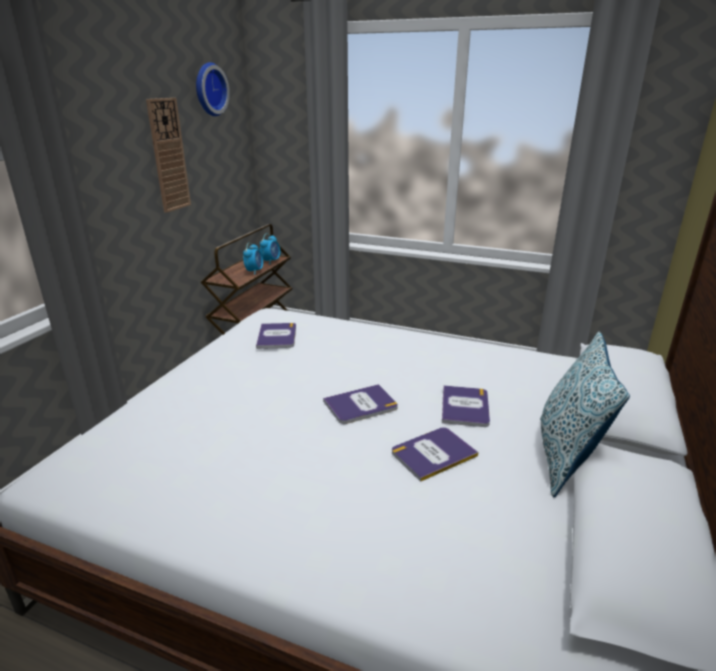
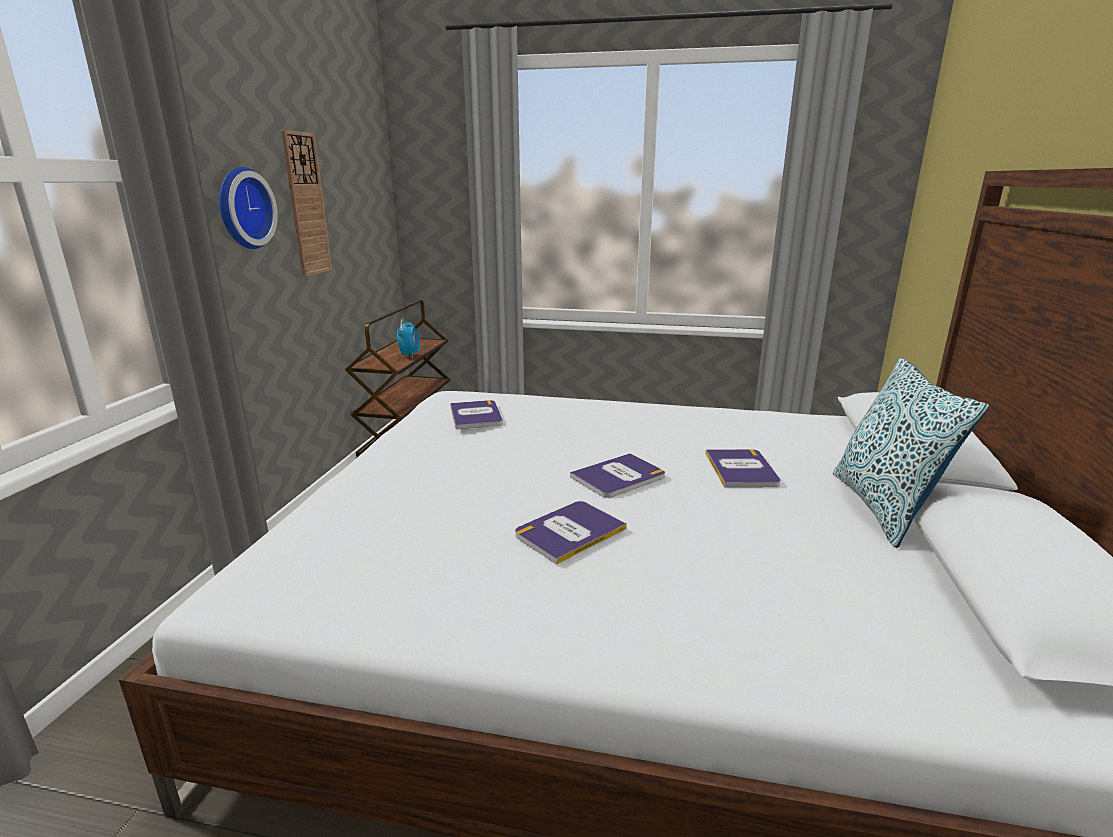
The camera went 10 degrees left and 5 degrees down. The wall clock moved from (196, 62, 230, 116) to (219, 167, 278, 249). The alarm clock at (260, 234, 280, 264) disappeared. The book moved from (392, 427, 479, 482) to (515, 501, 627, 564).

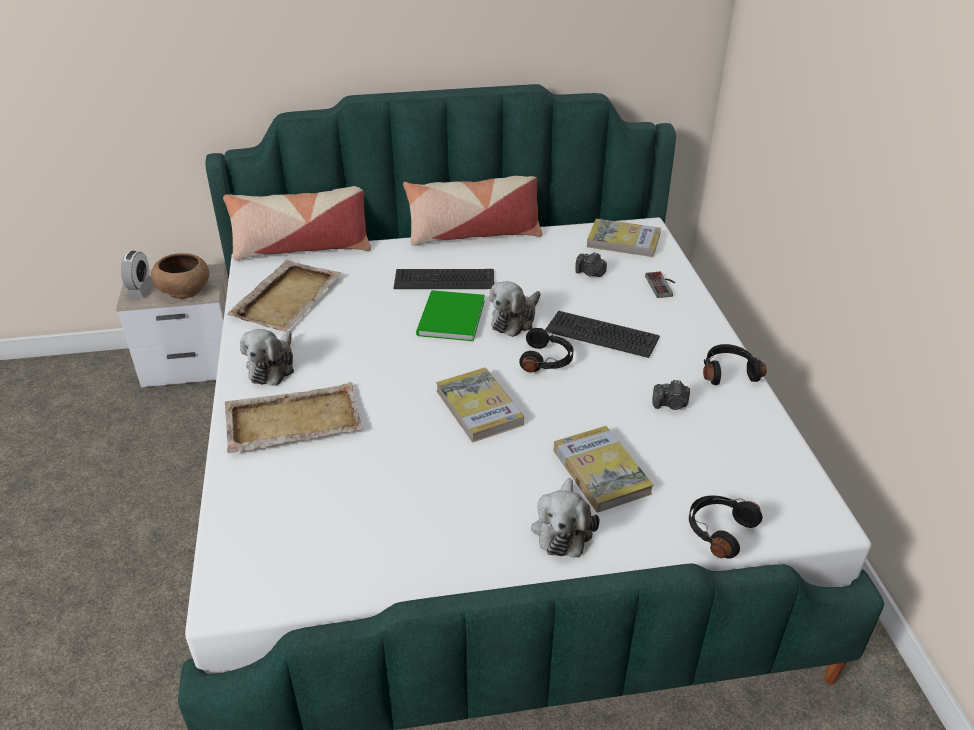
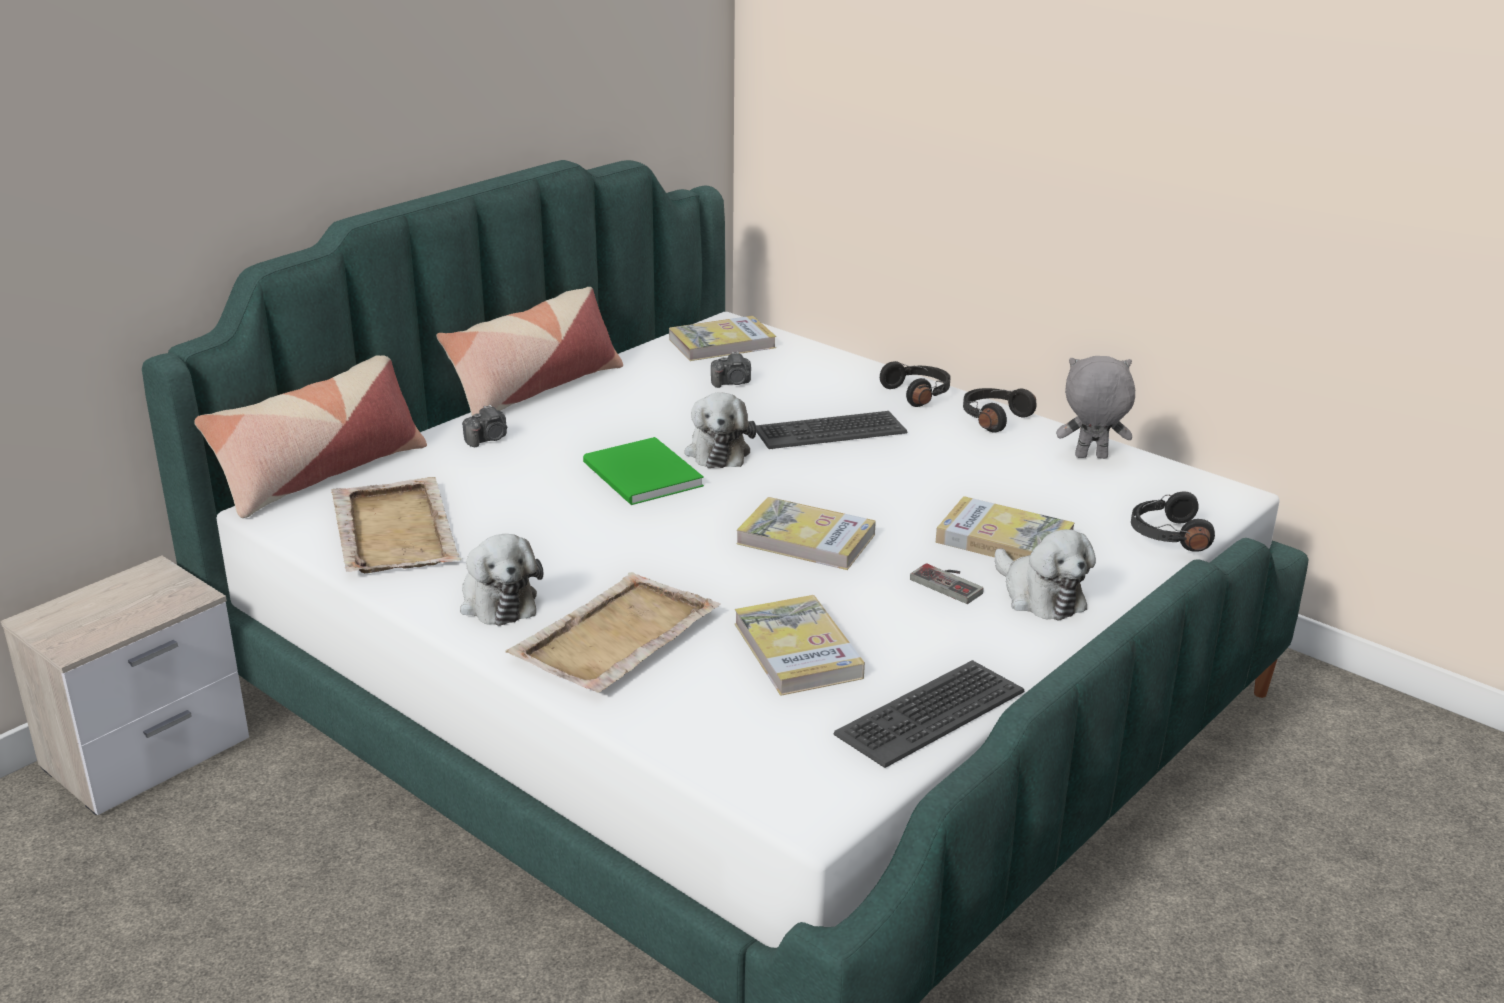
The camera went 40 degrees left and 10 degrees down. The alarm clock at (121, 251, 153, 298) disappeared. The brown bowl at (151, 253, 209, 299) disappeared. The keyboard moved from (393, 269, 494, 289) to (834, 660, 1024, 768). The black headphones moved from (519, 328, 573, 372) to (880, 361, 950, 407). The game controller moved from (645, 272, 675, 298) to (910, 563, 984, 604). The photo camera moved from (652, 380, 690, 410) to (462, 405, 507, 447). The book at (735, 595, 865, 696) appeared. The grey plush toy at (1056, 356, 1135, 459) appeared.

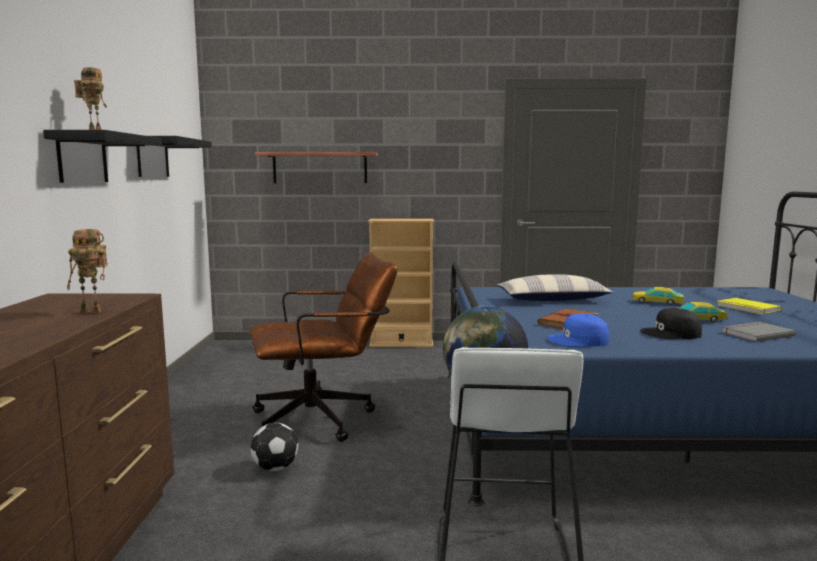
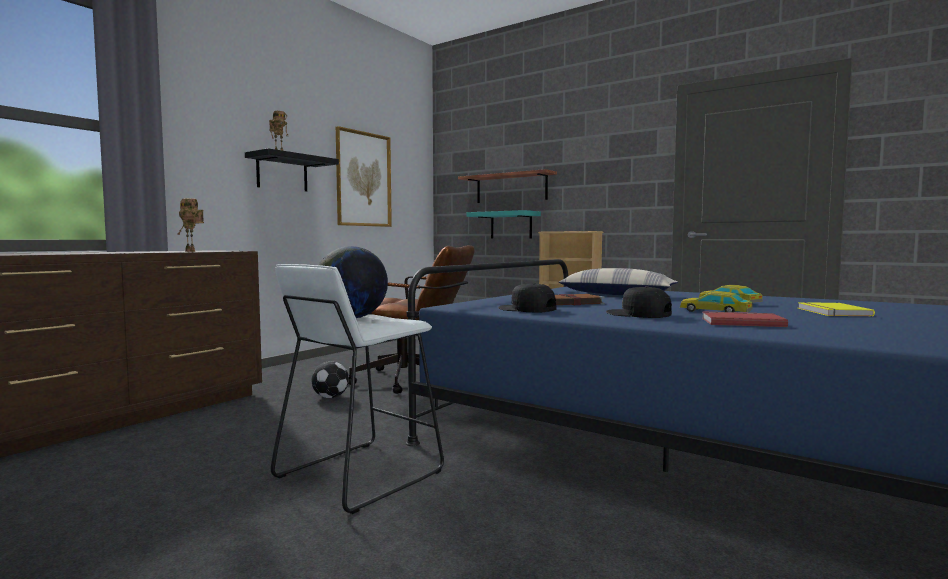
The camera went 35 degrees right and 5 degrees down. The black shelf at (137, 136, 212, 177) was replaced by the picture at (336, 126, 392, 227). The blue cap at (547, 314, 609, 347) became the black cap at (498, 283, 557, 312). The grey book at (722, 322, 796, 342) became the red book at (702, 311, 788, 327). The turquoise shelf at (467, 210, 541, 239) appeared.

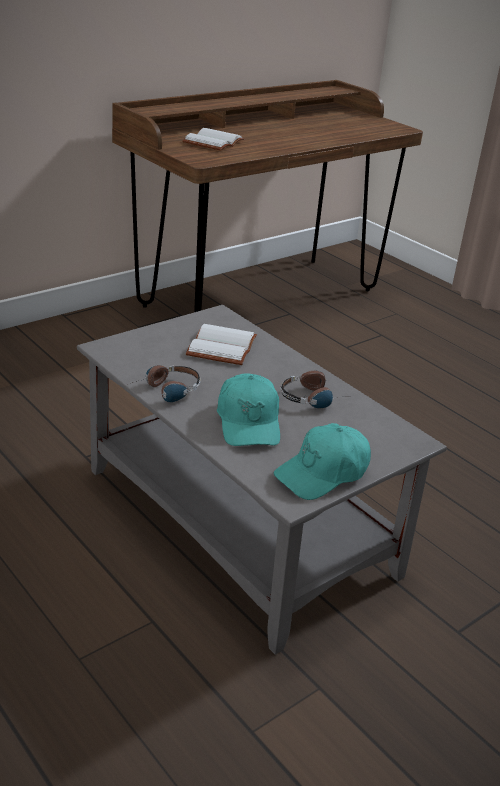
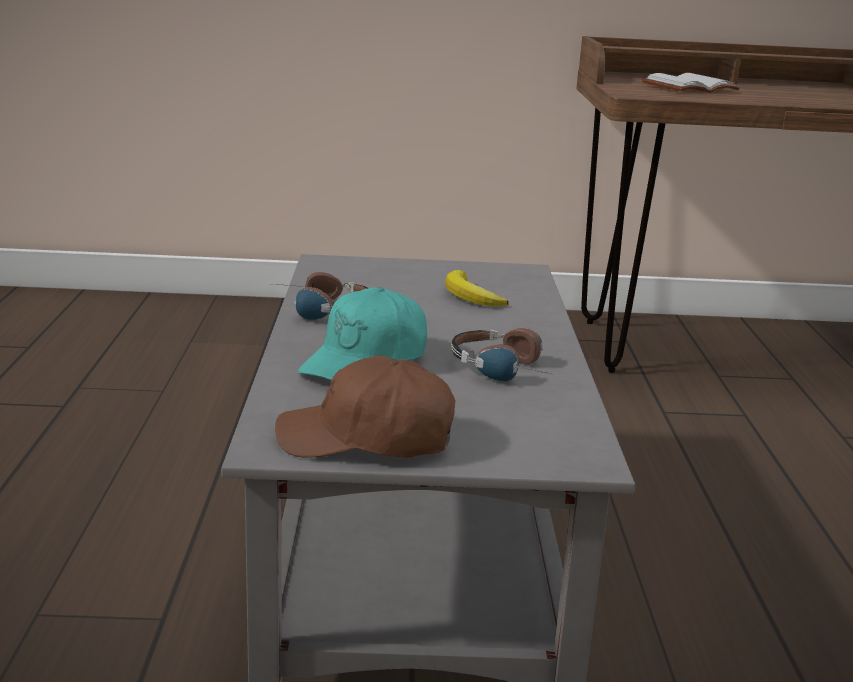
The camera went 40 degrees right and 10 degrees down. The white book at (186, 324, 257, 365) was replaced by the banana at (445, 270, 509, 306). The turquoise cap at (274, 423, 371, 500) became the brown cap at (275, 355, 455, 458).

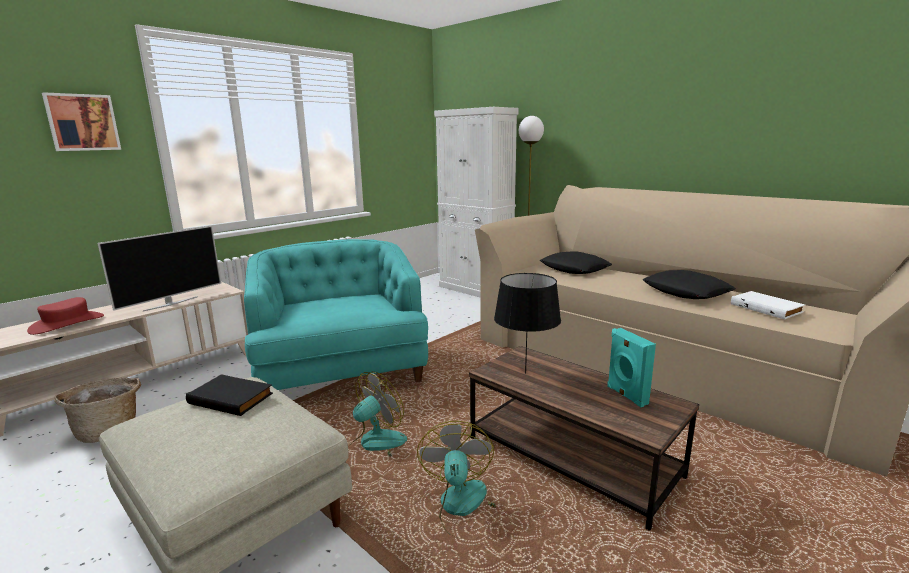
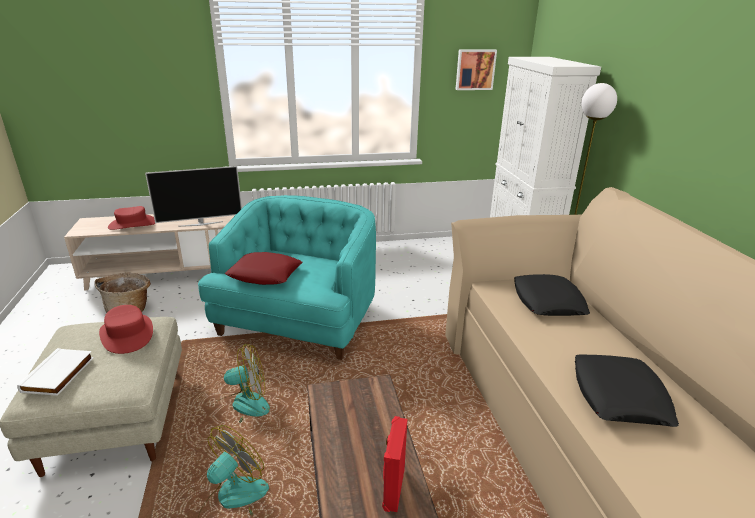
The camera went 35 degrees right and 10 degrees up. The picture moved from (42, 92, 121, 151) to (455, 49, 497, 90). The black book at (186, 374, 273, 416) was replaced by the red hat at (99, 305, 153, 354). The black table lamp at (494, 273, 561, 374) disappeared. The turquoise speaker at (607, 328, 656, 407) became the red speaker at (382, 416, 407, 512). The white book moved from (731, 291, 805, 319) to (17, 348, 94, 396). The red pillow at (225, 252, 302, 285) appeared.

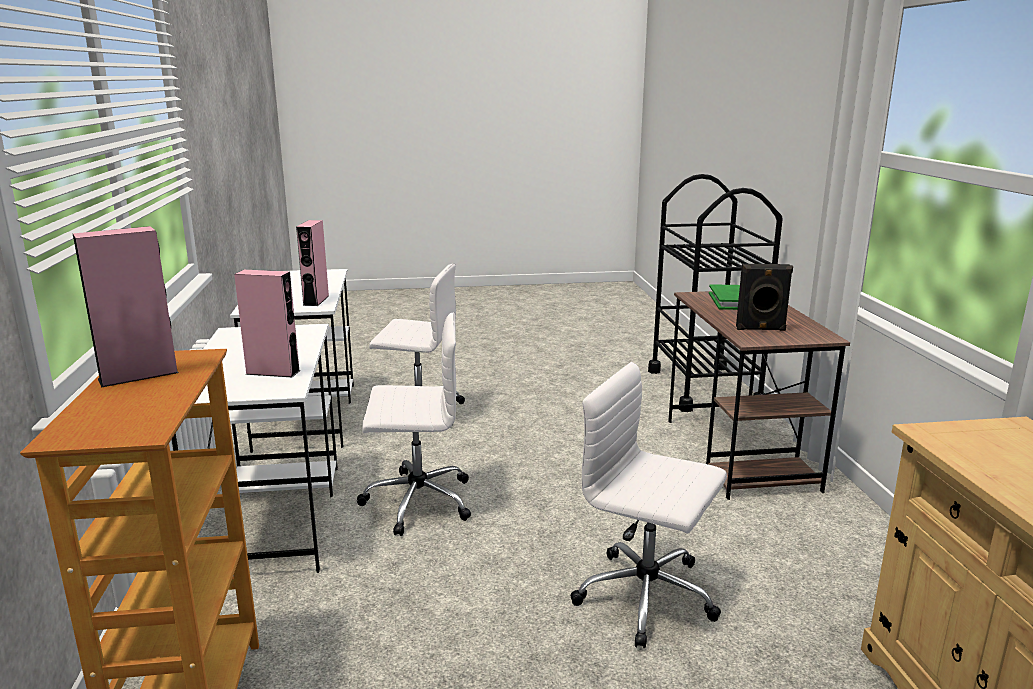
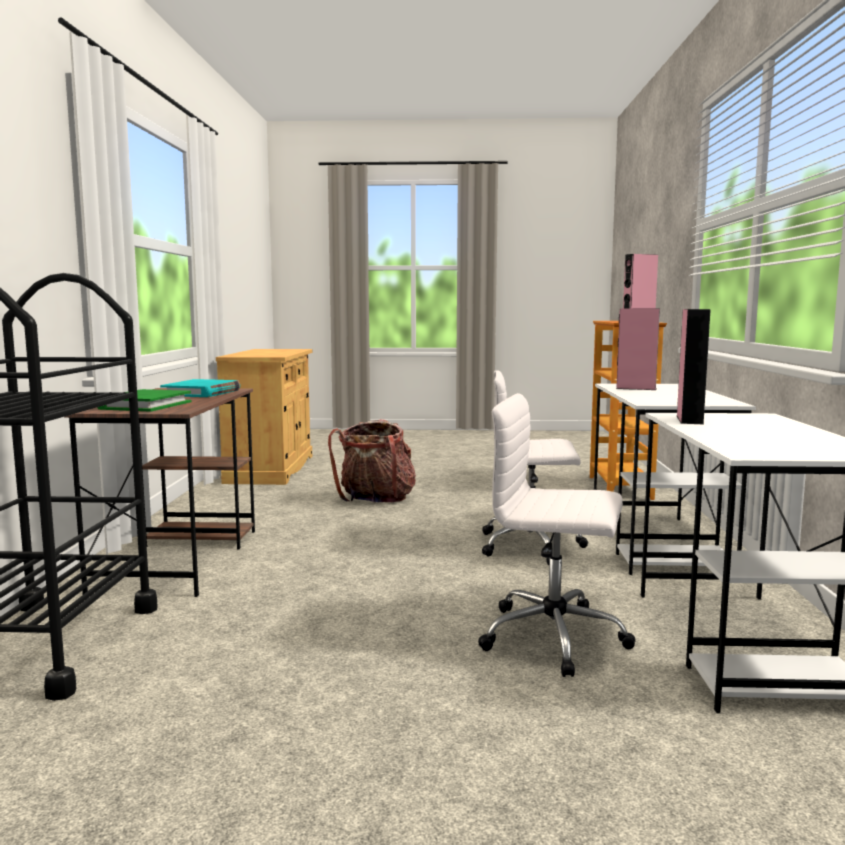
The camera went 170 degrees left and 10 degrees down. The white office chair at (570, 362, 727, 648) was replaced by the backpack at (328, 419, 416, 502). The black speaker at (736, 264, 793, 331) was replaced by the turquoise book at (160, 379, 240, 397).

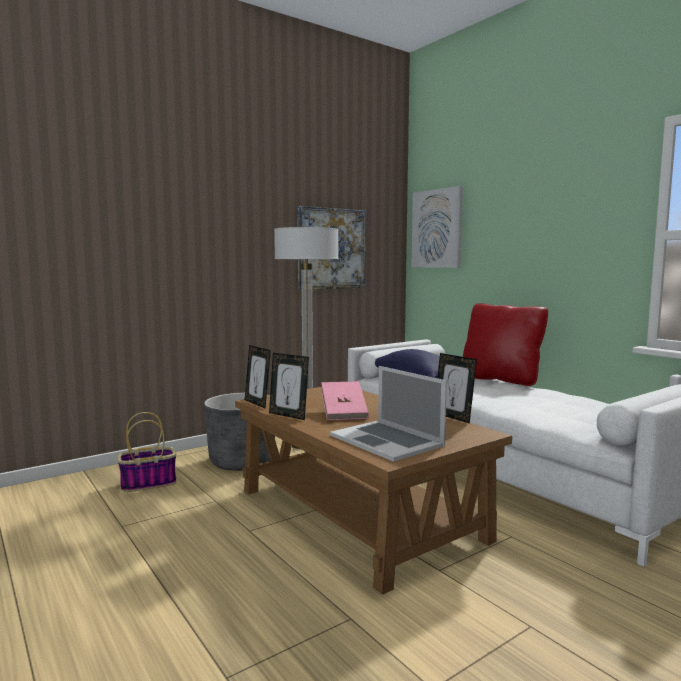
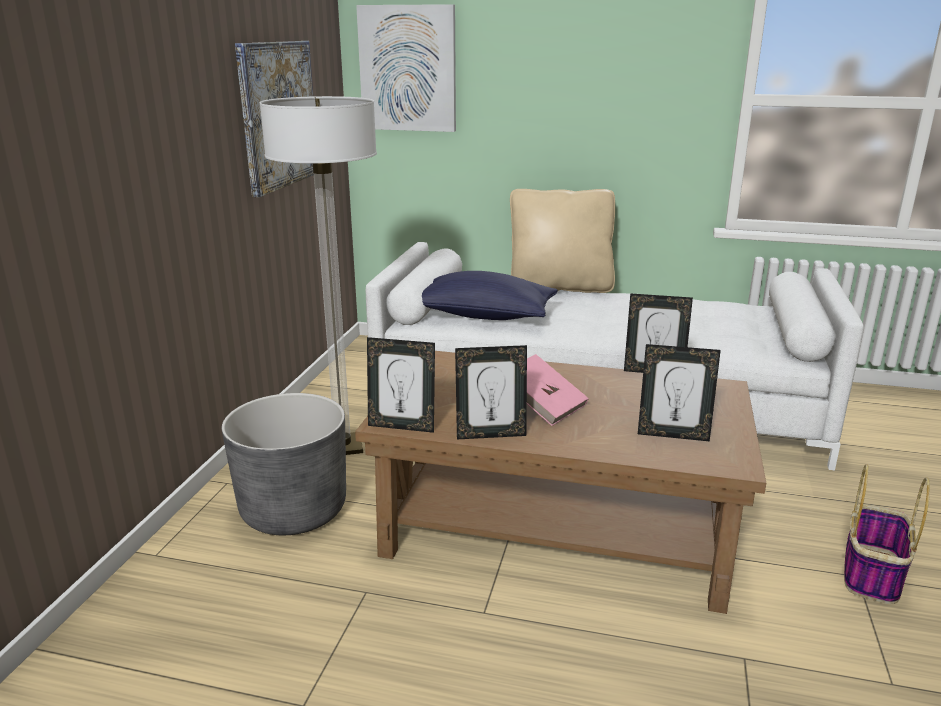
The camera went 40 degrees left and 15 degrees up. The basket moved from (118, 412, 176, 492) to (844, 464, 930, 604). The laptop at (330, 366, 447, 462) was replaced by the picture frame at (638, 344, 721, 441). The red pillow at (463, 303, 548, 386) became the beige pillow at (510, 189, 615, 293).

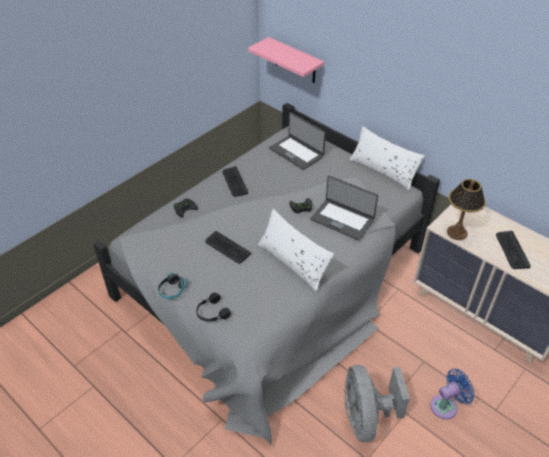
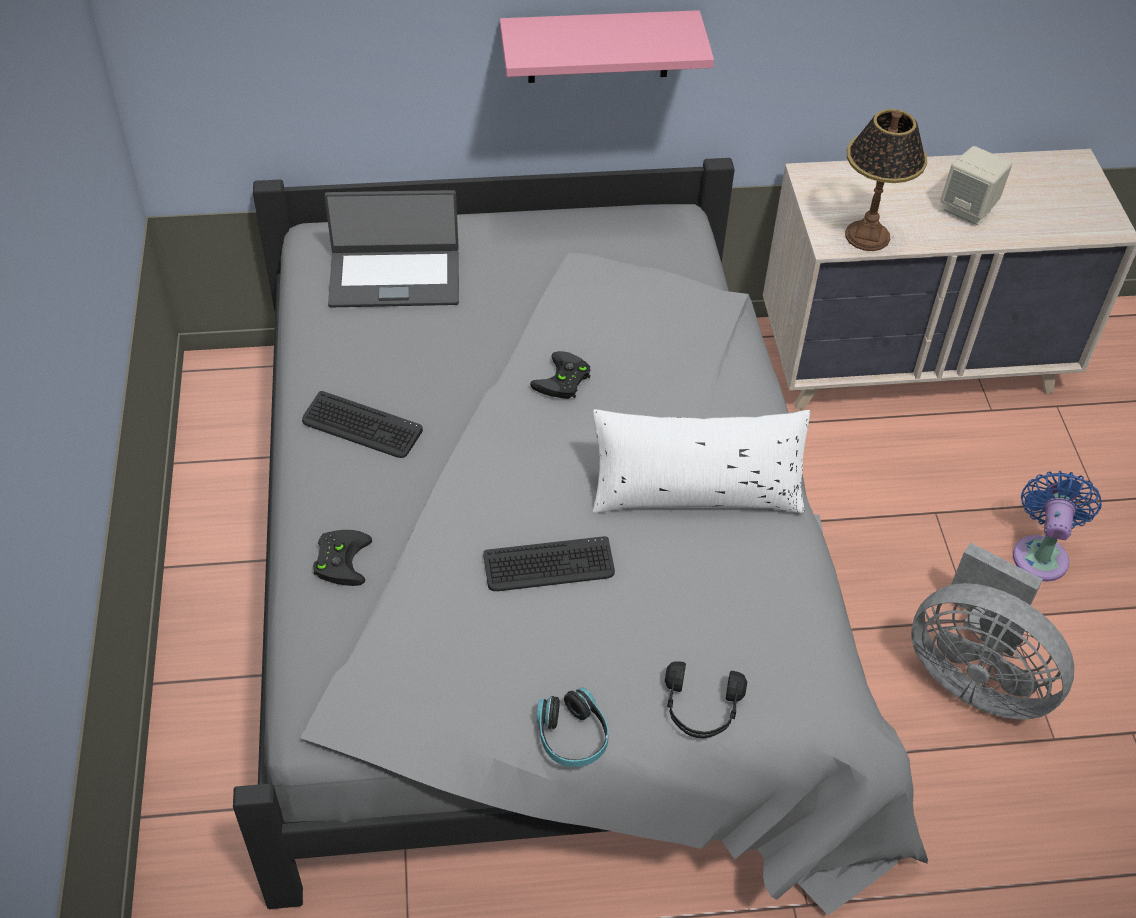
The camera went 50 degrees left and 5 degrees up. The pink shelf moved from (248, 37, 324, 83) to (500, 10, 714, 83). The laptop at (310, 176, 378, 240) disappeared. The white pillow at (349, 126, 425, 190) disappeared. The keyboard at (496, 231, 531, 269) was replaced by the beige speaker at (941, 146, 1012, 225).

